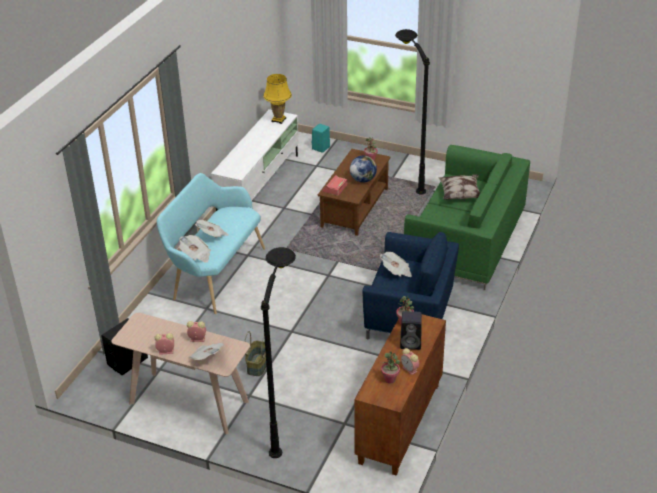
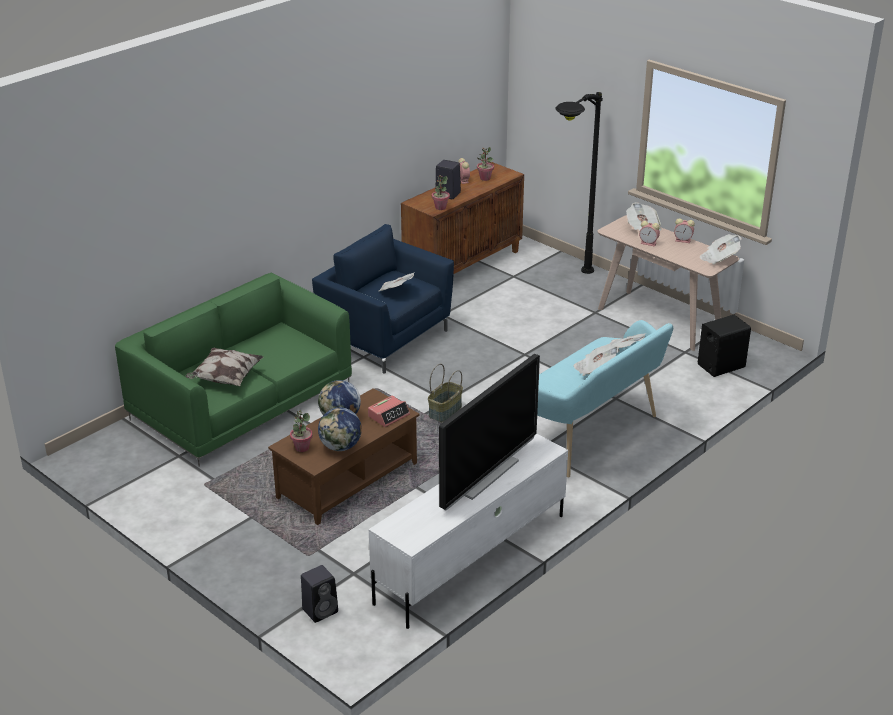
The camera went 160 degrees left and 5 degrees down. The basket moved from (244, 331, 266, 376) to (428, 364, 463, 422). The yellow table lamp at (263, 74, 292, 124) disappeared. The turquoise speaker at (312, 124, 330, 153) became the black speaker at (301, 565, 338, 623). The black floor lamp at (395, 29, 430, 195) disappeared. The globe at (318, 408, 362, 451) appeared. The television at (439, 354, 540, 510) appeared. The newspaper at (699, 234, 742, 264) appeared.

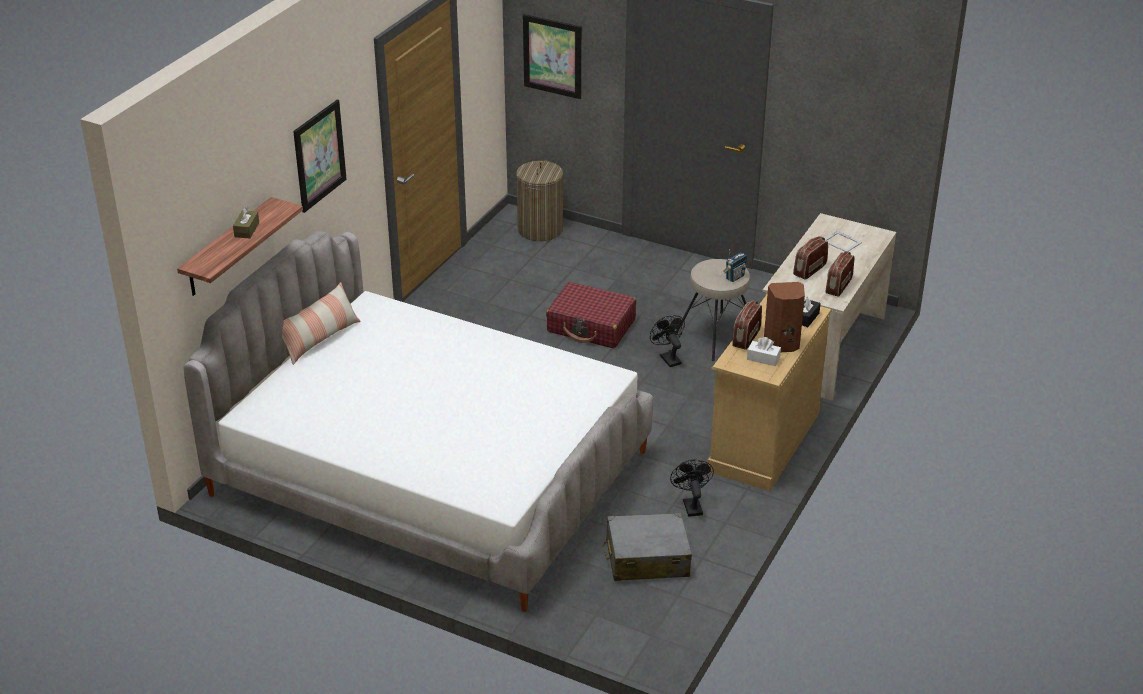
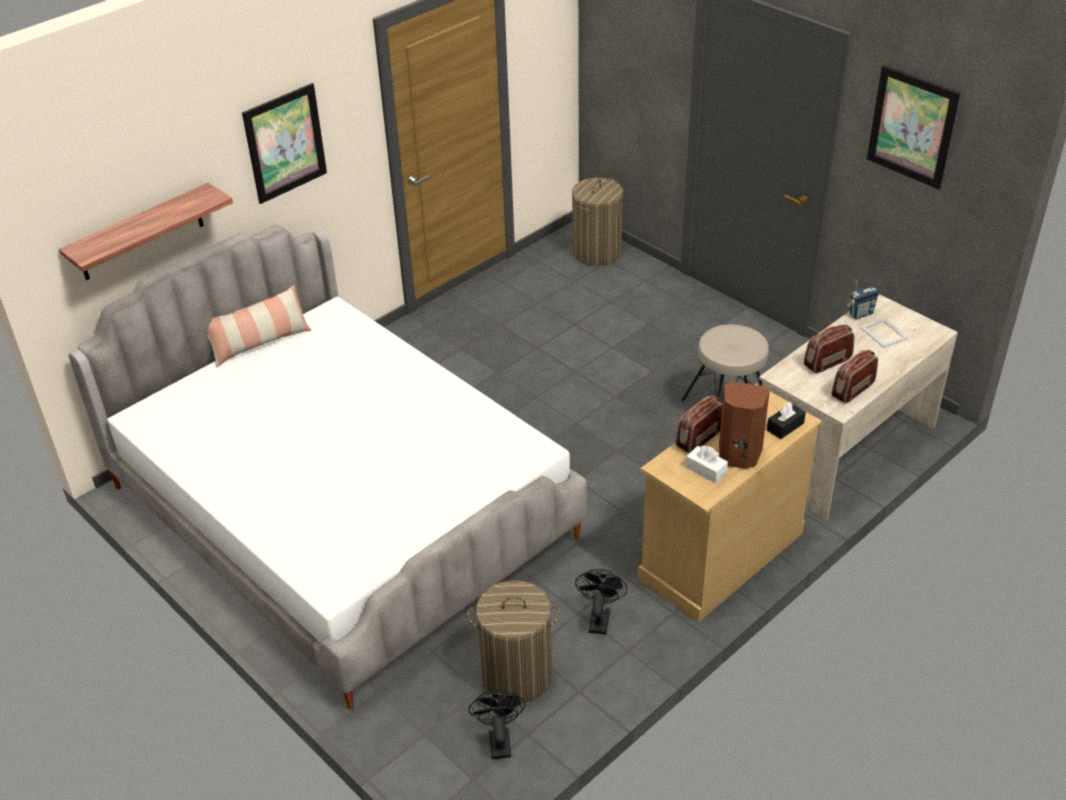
The camera went 20 degrees right and 5 degrees up. The brown tissue box at (233, 206, 259, 238) disappeared. The picture moved from (523, 14, 582, 99) to (867, 65, 960, 189). The red suitcase at (546, 282, 636, 348) disappeared. The grey suitcase at (603, 513, 692, 581) was replaced by the laundry basket at (467, 580, 560, 703). The black fan moved from (650, 315, 685, 367) to (468, 689, 526, 759). The radio moved from (723, 249, 747, 282) to (847, 281, 879, 320).

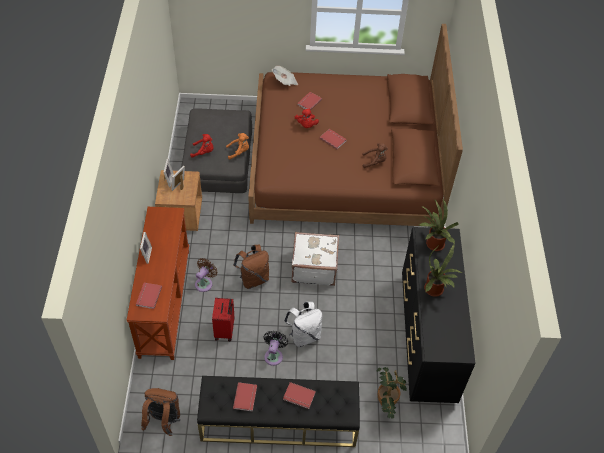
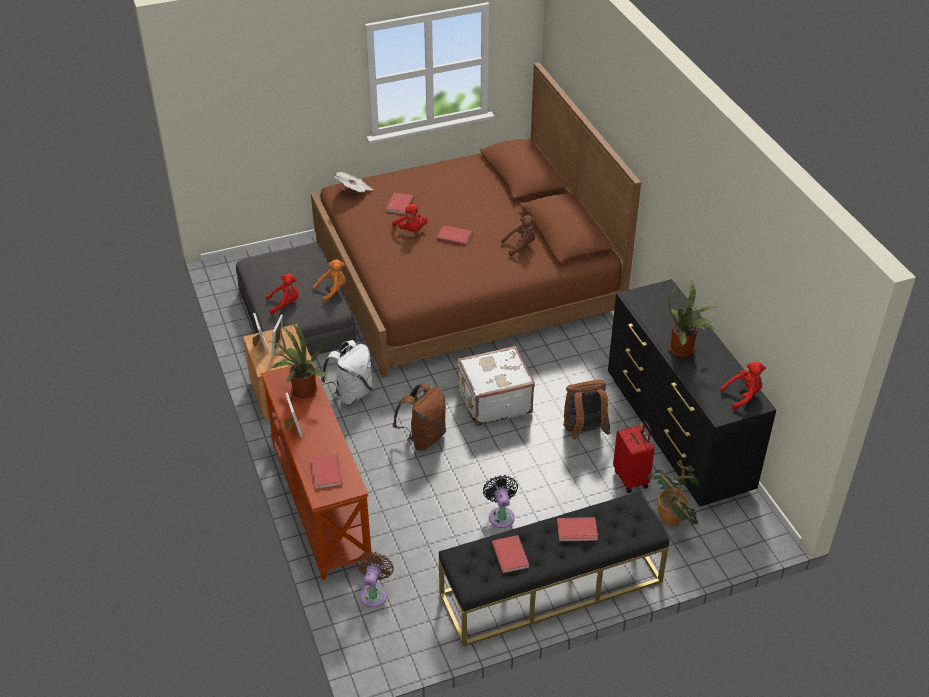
The camera went 20 degrees left and 10 degrees down. The brown backpack moved from (141, 388, 180, 436) to (563, 380, 611, 440). The brown fan moved from (195, 258, 218, 292) to (357, 552, 394, 607). The red suitcase moved from (212, 298, 235, 341) to (613, 421, 655, 493). The white backpack moved from (284, 302, 322, 347) to (321, 340, 373, 406). The potted plant moved from (419, 199, 459, 251) to (267, 322, 327, 399). The red plush toy at (720, 361, 766, 409) appeared.

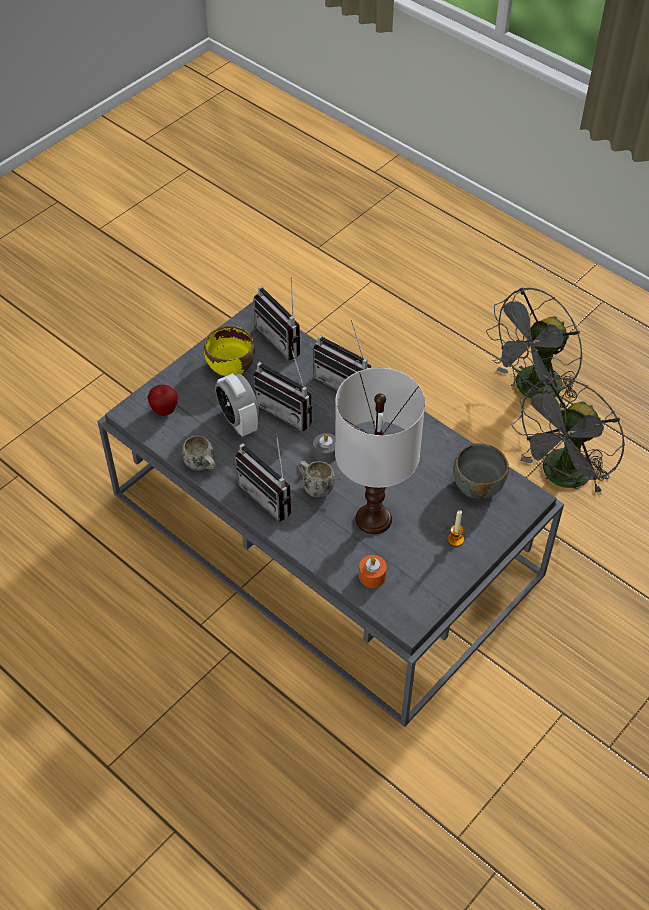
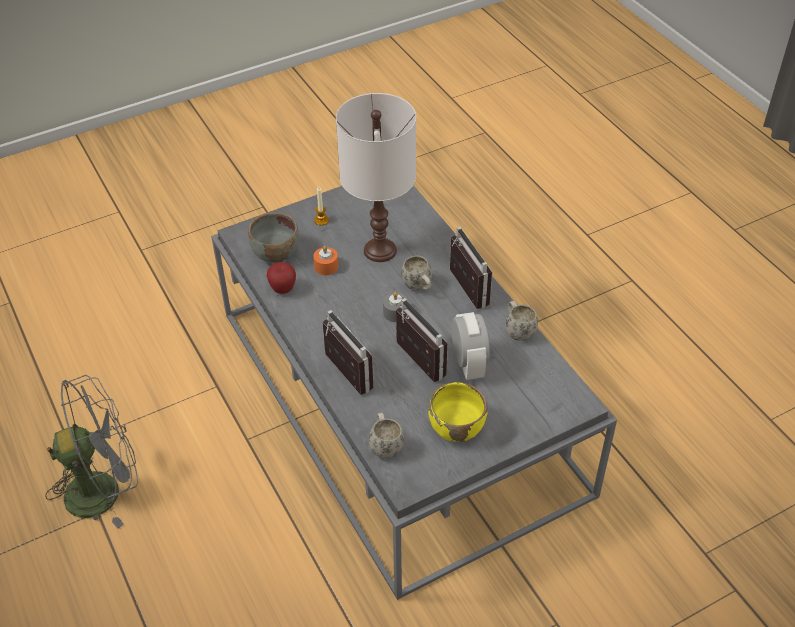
The camera went 160 degrees left and 5 degrees down. The apple moved from (147, 384, 178, 416) to (267, 262, 296, 294). The radio at (253, 277, 300, 360) was replaced by the white mug at (369, 413, 404, 458). The orange candle moved from (359, 555, 387, 588) to (313, 246, 338, 275). The grey fan at (511, 377, 625, 494) disappeared.

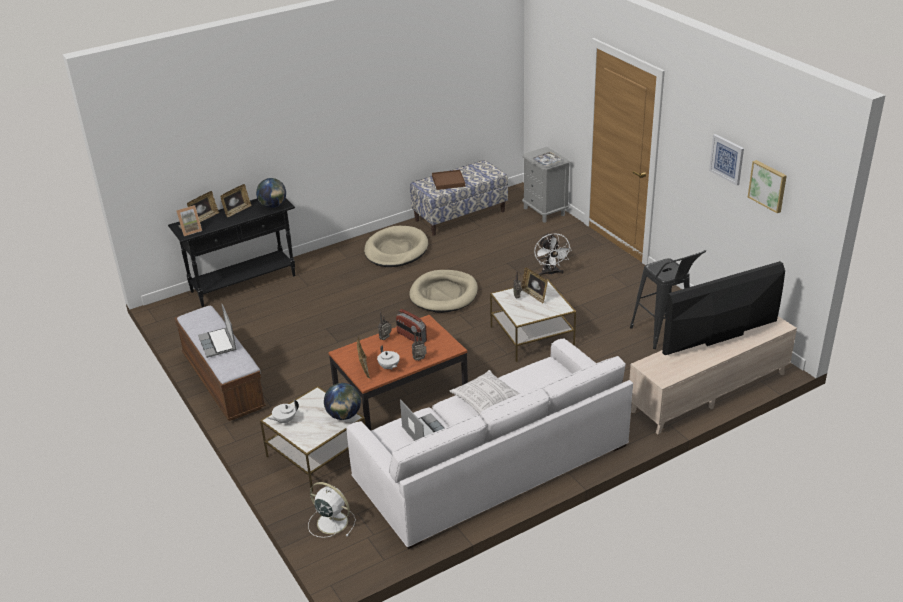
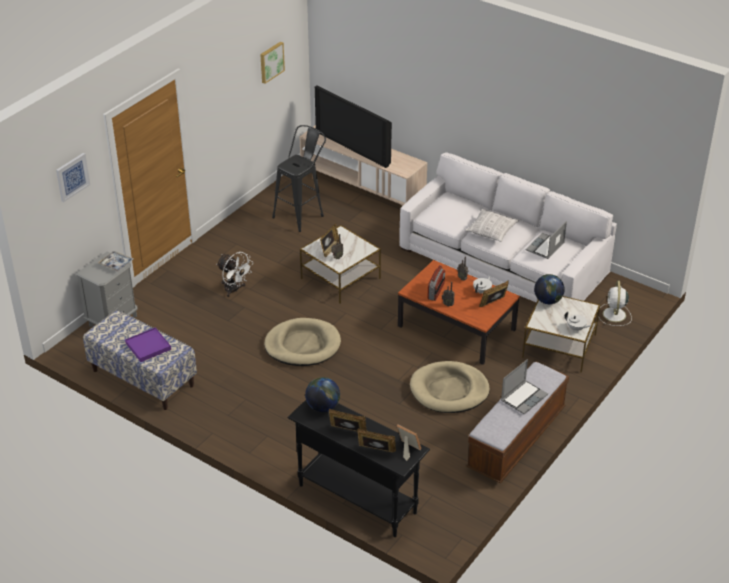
The camera went 115 degrees left and 5 degrees up. The beige dog bed moved from (364, 226, 428, 267) to (410, 361, 490, 413). The brown tray at (432, 170, 465, 190) became the purple tray at (125, 327, 171, 362). The white fan at (534, 233, 572, 276) turned 75 degrees clockwise. The picture moved from (709, 134, 744, 185) to (56, 153, 90, 202).

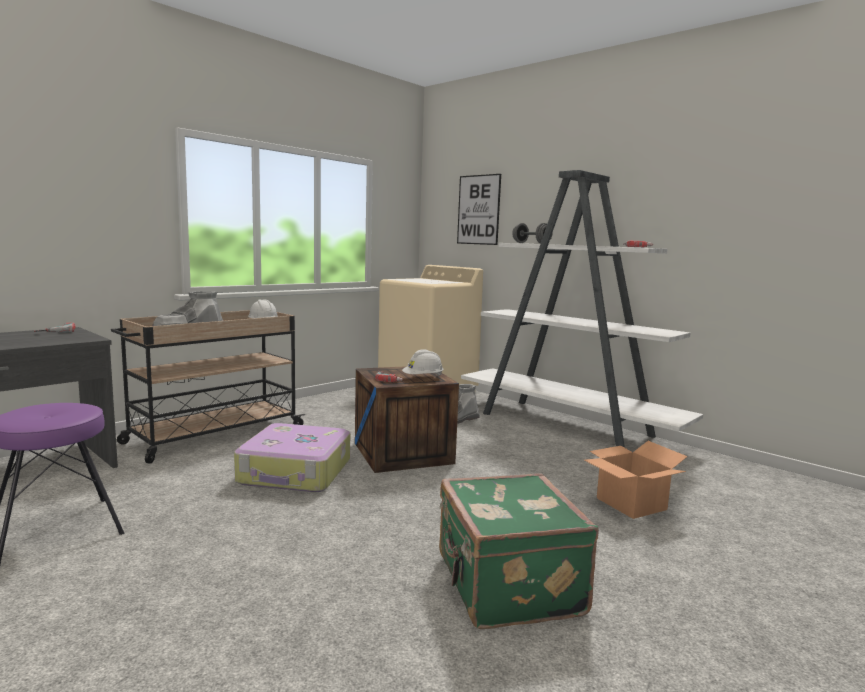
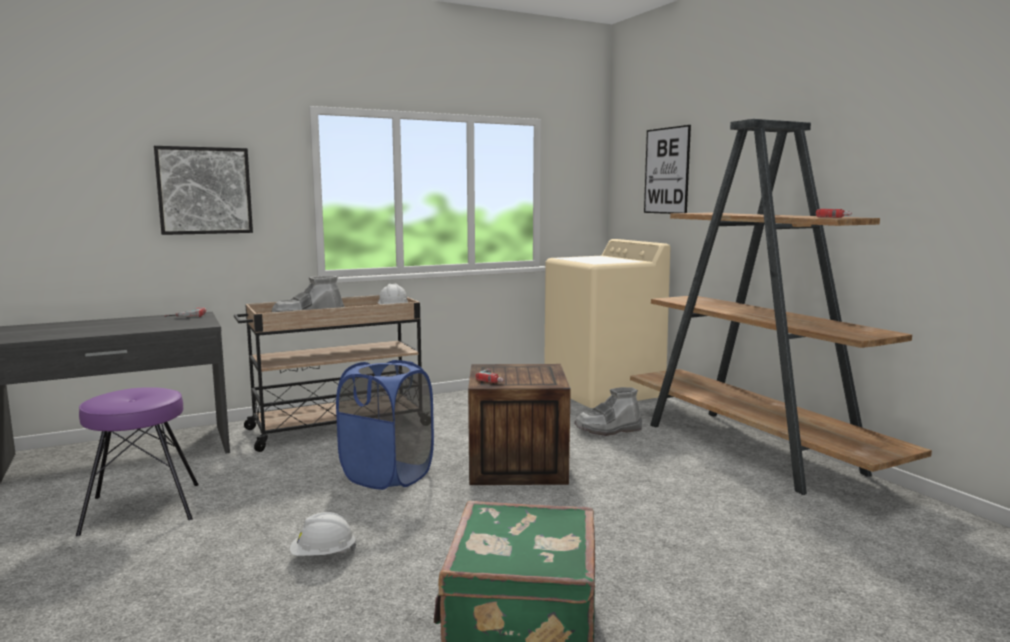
The camera went 20 degrees right and 0 degrees up. The suitcase at (234, 423, 350, 492) was replaced by the blue laundry basket at (336, 360, 434, 490). The white hard hat moved from (402, 349, 444, 377) to (290, 512, 357, 556). The white bookcase at (461, 170, 703, 448) became the brown bookcase at (630, 119, 932, 495). The grey dumbbell at (512, 223, 553, 244) disappeared. The cardboard box at (584, 441, 687, 519) disappeared. The picture at (154, 146, 253, 235) appeared.

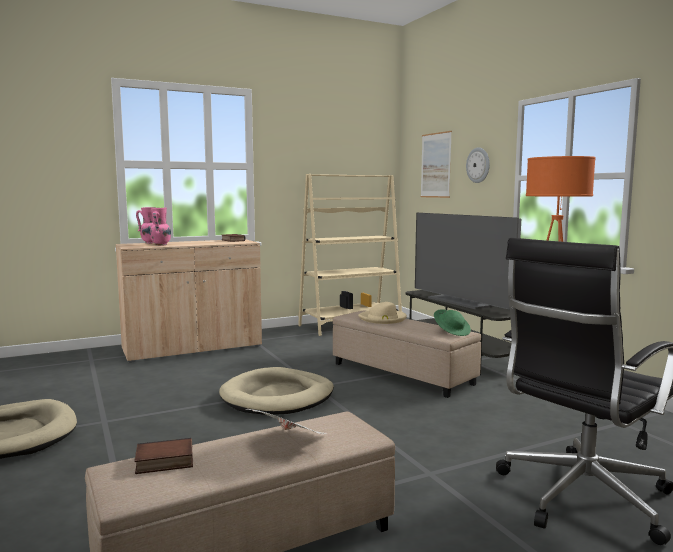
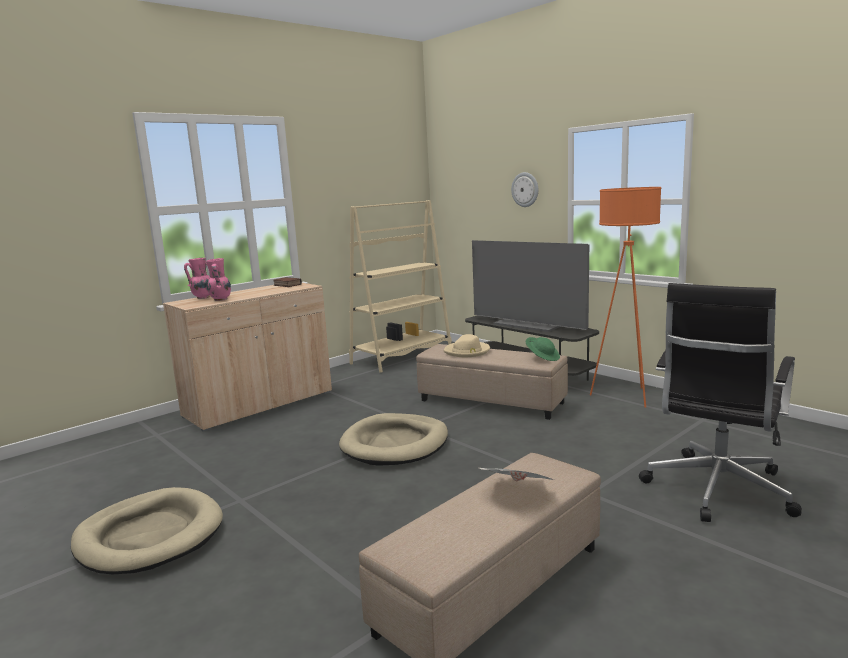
The camera went 15 degrees left and 5 degrees up. The book at (134, 438, 193, 474) disappeared. The picture at (421, 131, 452, 198) disappeared.

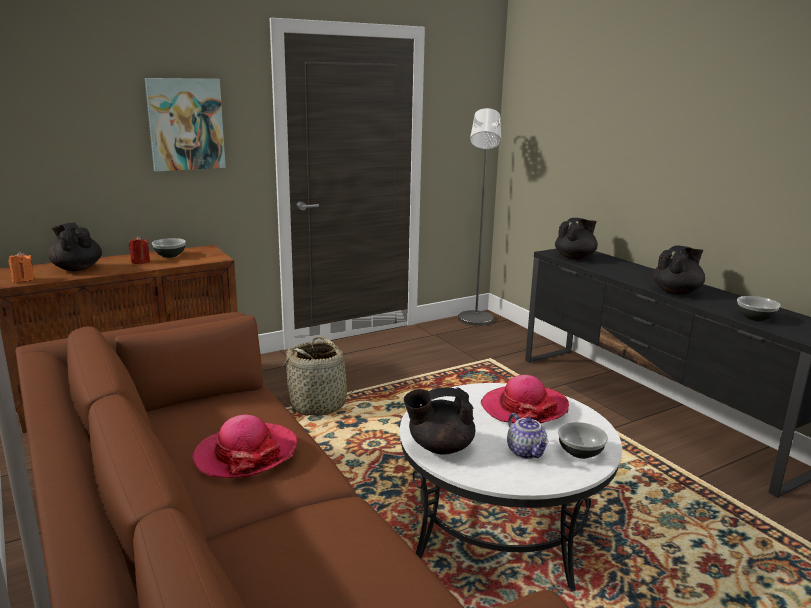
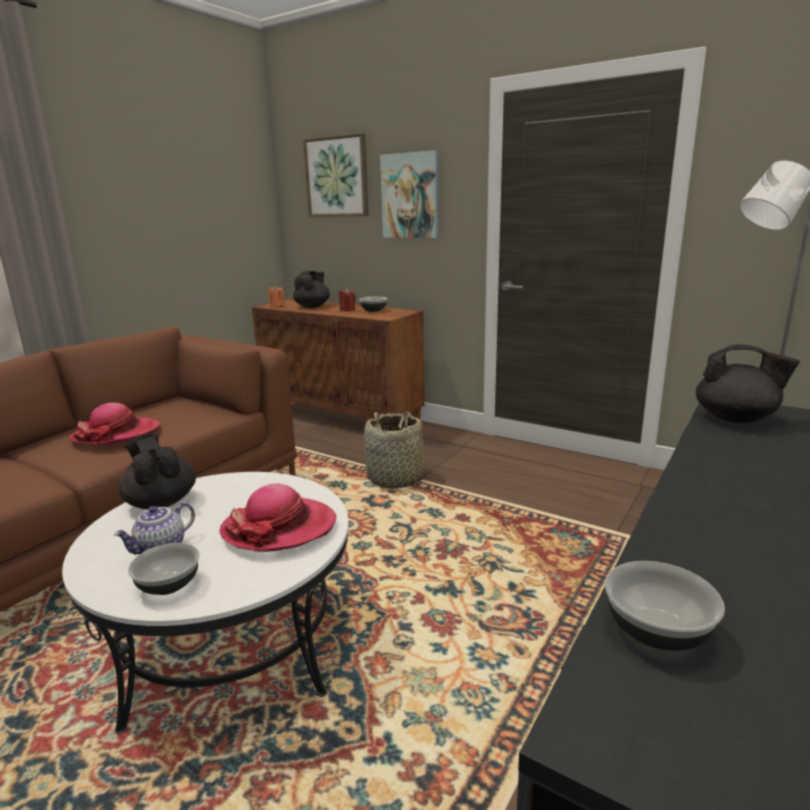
The camera went 65 degrees right and 0 degrees up. The black teapot at (653, 246, 705, 295) disappeared. The picture at (303, 133, 369, 217) appeared.

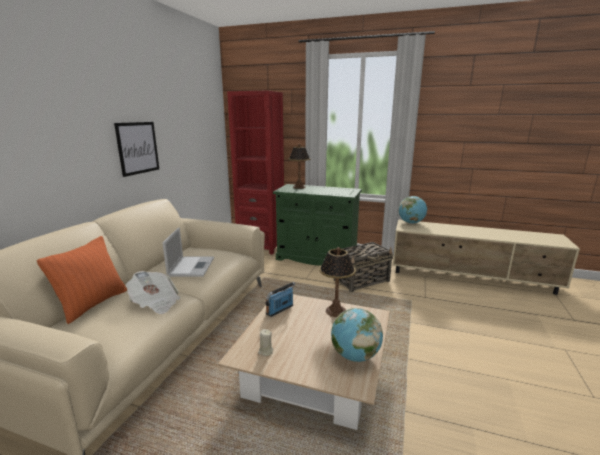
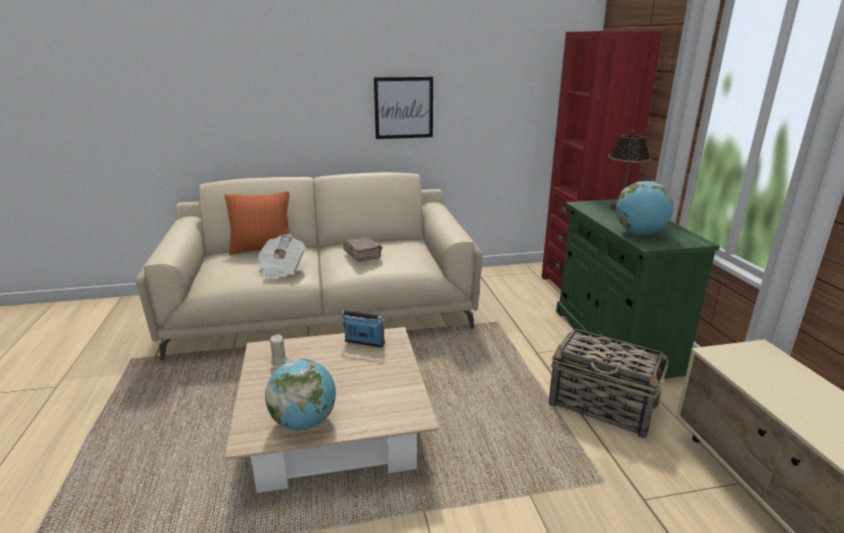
The camera went 60 degrees right and 5 degrees up. The laptop at (162, 227, 214, 277) was replaced by the brown book at (343, 236, 382, 262). The table lamp at (319, 247, 356, 317) disappeared. The globe moved from (398, 196, 427, 224) to (616, 181, 674, 235).

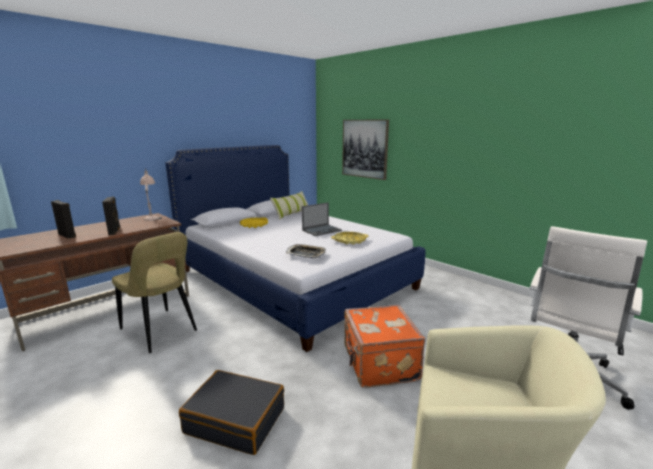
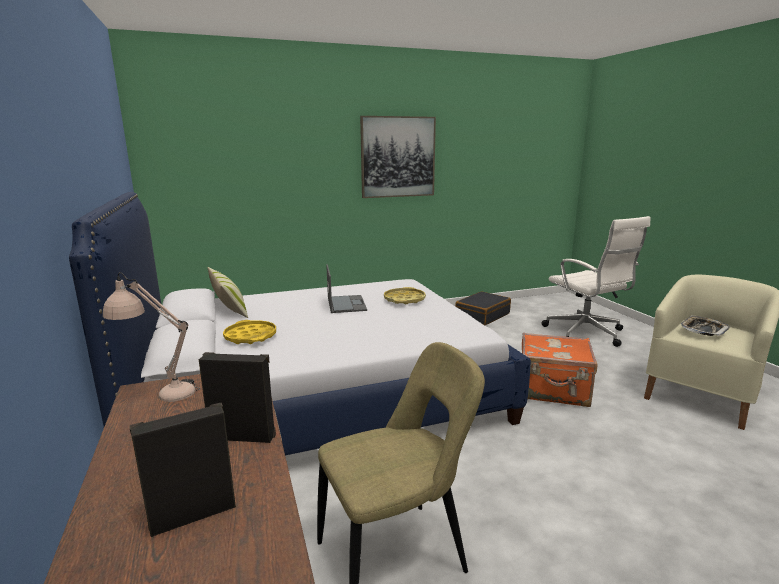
The camera went 65 degrees left and 0 degrees up. The black suitcase moved from (179, 370, 284, 455) to (455, 291, 511, 325). The tray moved from (286, 244, 326, 259) to (681, 315, 730, 336). The picture moved from (342, 119, 389, 180) to (360, 116, 436, 198).

